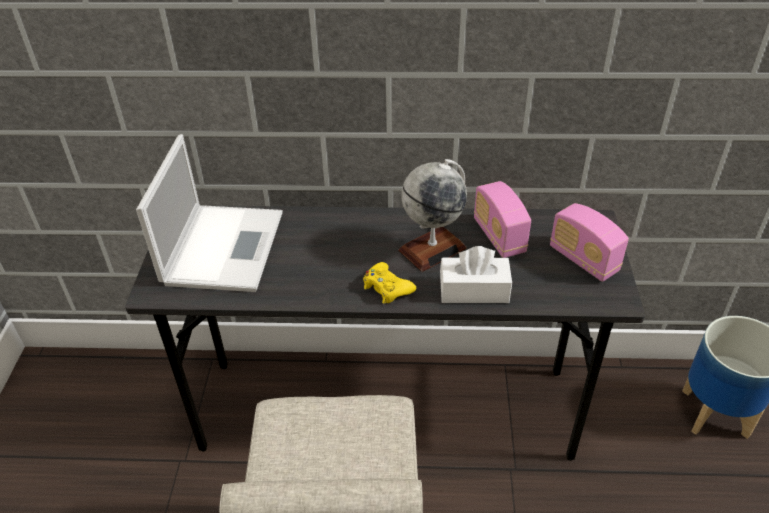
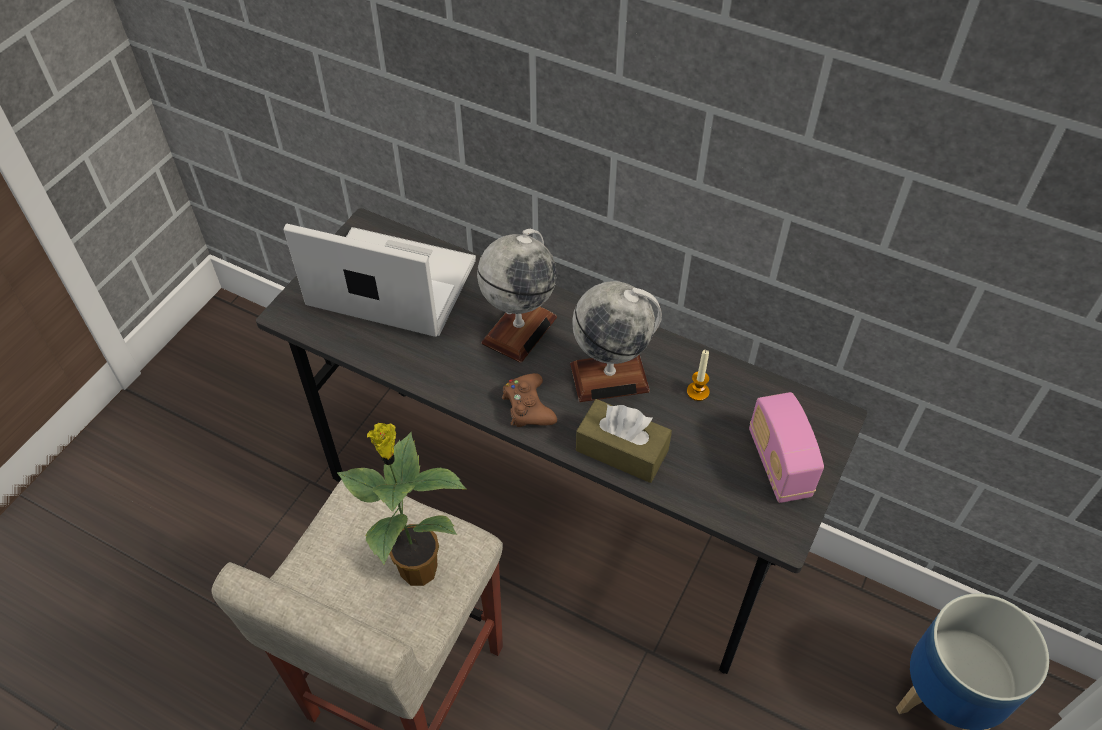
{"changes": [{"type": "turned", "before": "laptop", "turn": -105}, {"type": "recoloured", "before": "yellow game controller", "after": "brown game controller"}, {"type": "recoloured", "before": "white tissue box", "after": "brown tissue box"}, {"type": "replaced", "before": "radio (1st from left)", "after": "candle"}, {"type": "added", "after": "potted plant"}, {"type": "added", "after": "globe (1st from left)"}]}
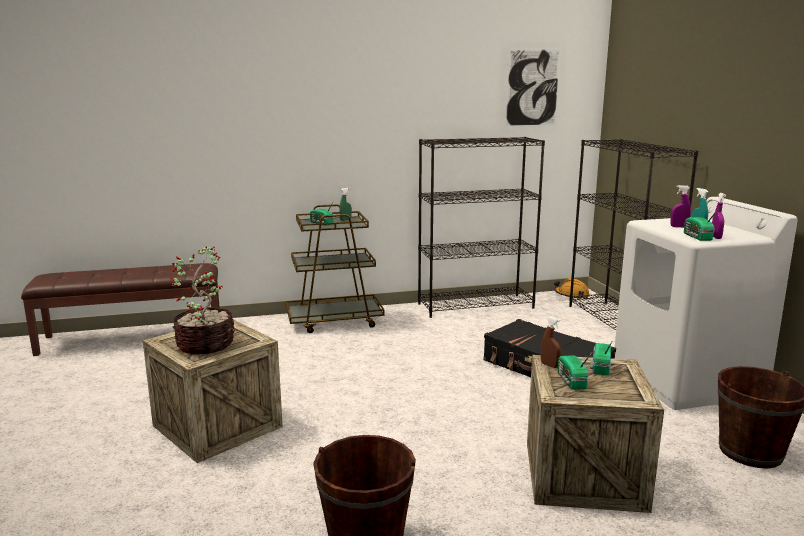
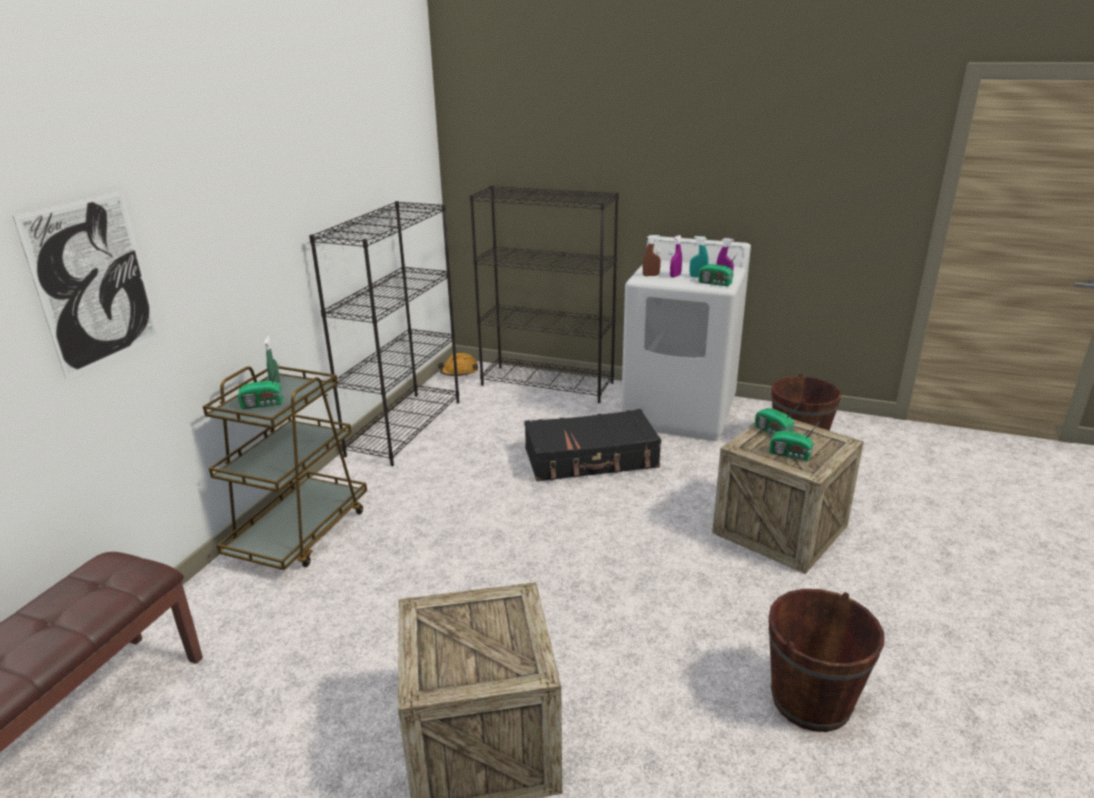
{"changes": [{"type": "removed", "before": "potted plant"}, {"type": "moved", "before": "picture"}, {"type": "moved", "before": "brown spray bottle"}]}
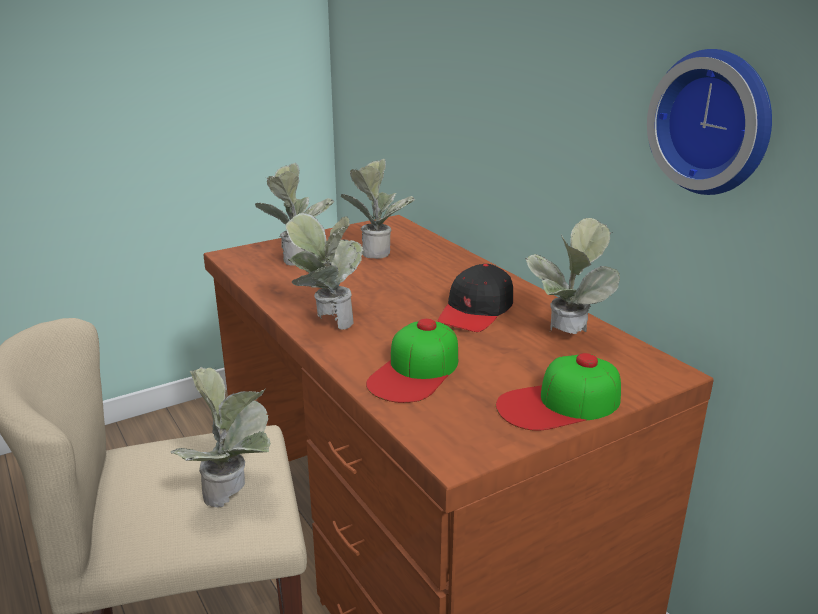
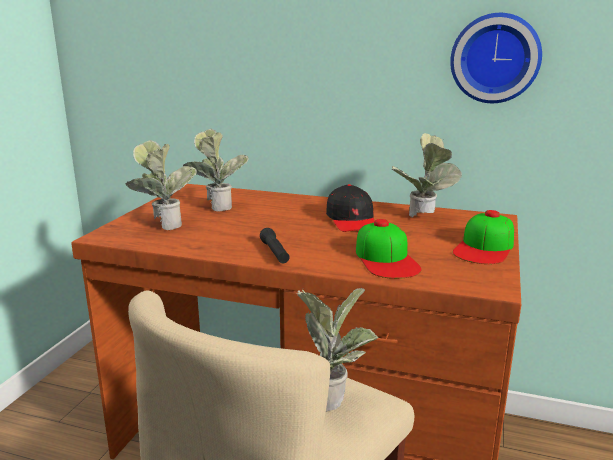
{"changes": [{"type": "replaced", "before": "potted plant (3rd from left)", "after": "black flashlight"}]}
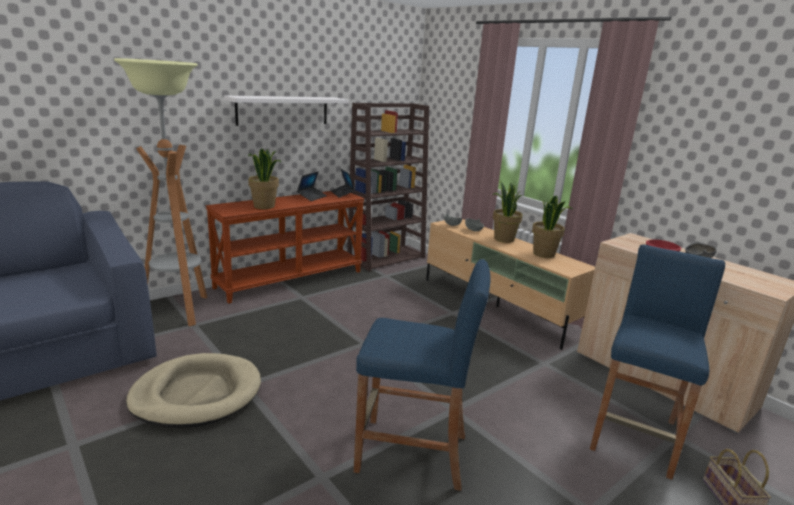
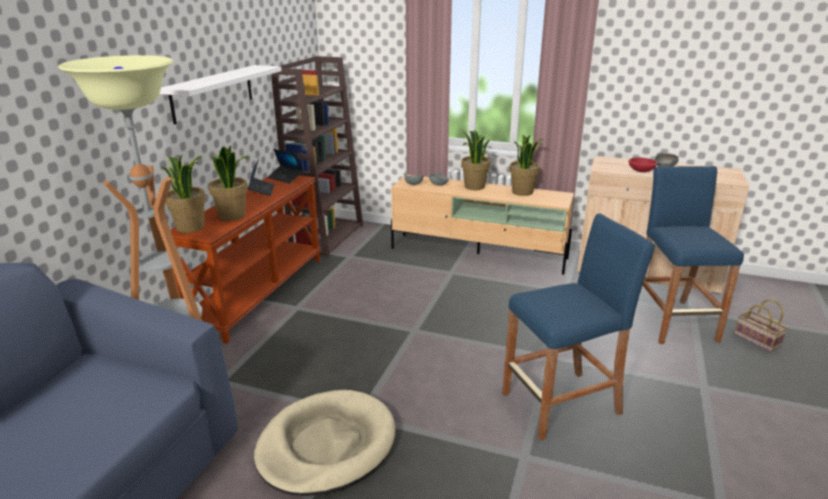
{"changes": [{"type": "added", "after": "potted plant (1st from left)"}]}
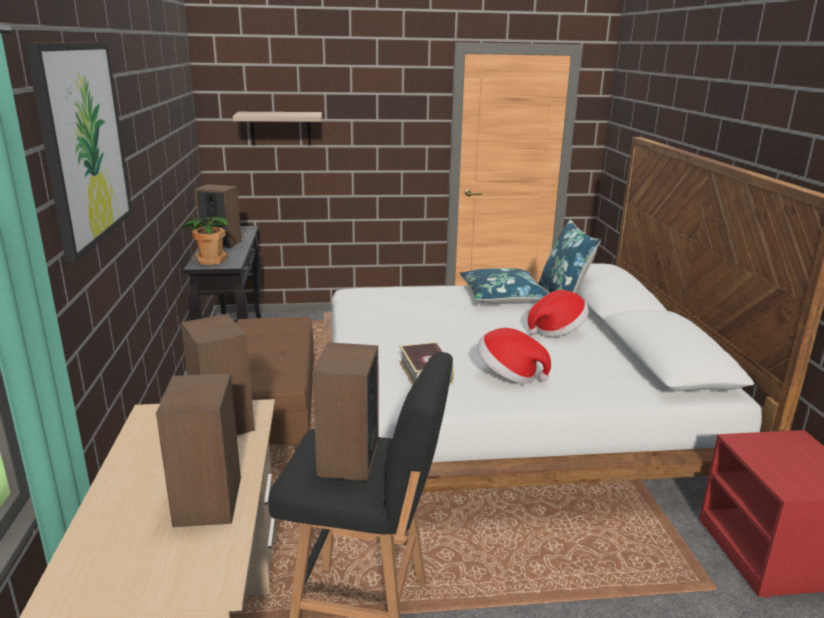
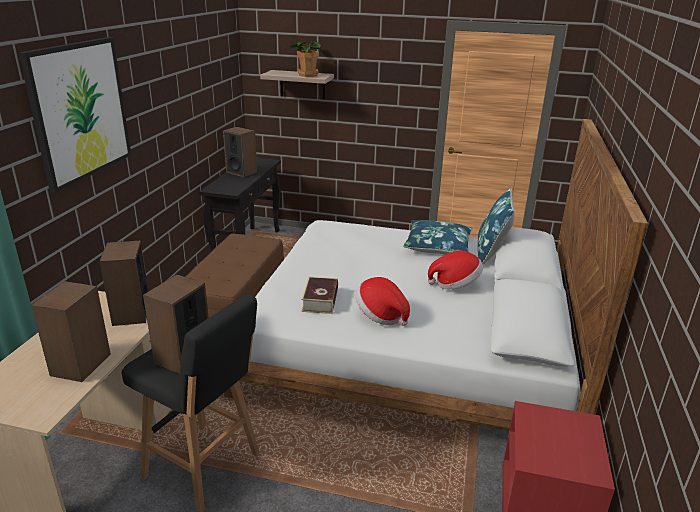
{"changes": [{"type": "moved", "before": "potted plant"}]}
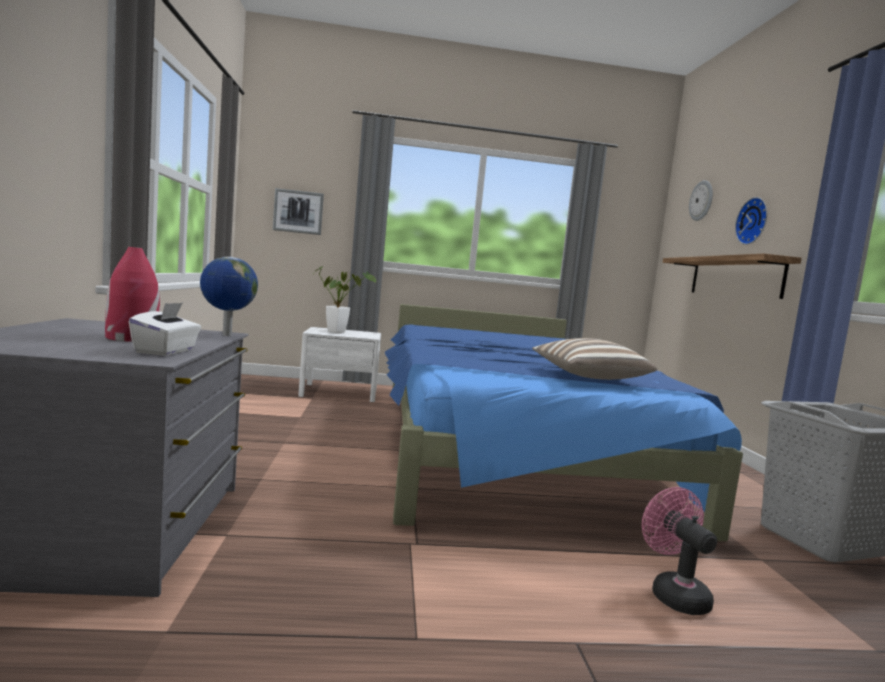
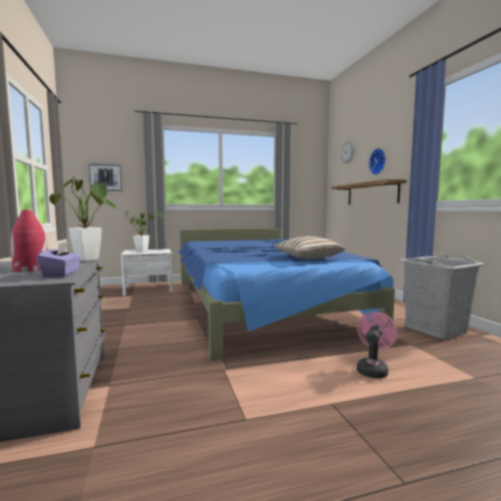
{"changes": [{"type": "recoloured", "before": "white tissue box", "after": "purple tissue box"}, {"type": "replaced", "before": "globe", "after": "potted plant (1st from left)"}, {"type": "turned", "before": "pink fan", "turn": 60}]}
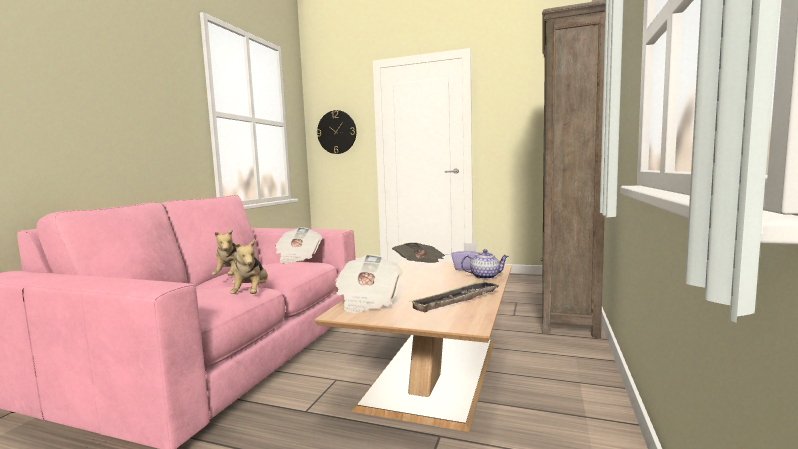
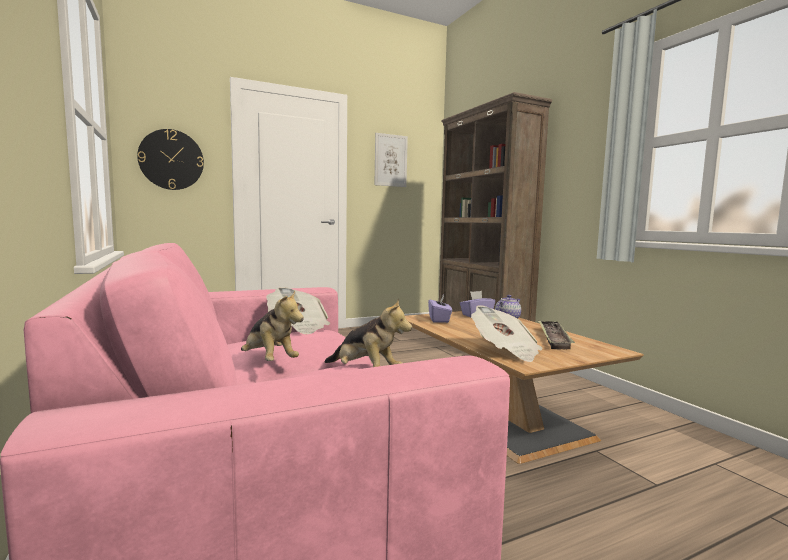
{"changes": [{"type": "replaced", "before": "newspaper (3rd from left)", "after": "purple tissue box (1st from left)"}, {"type": "added", "after": "picture"}]}
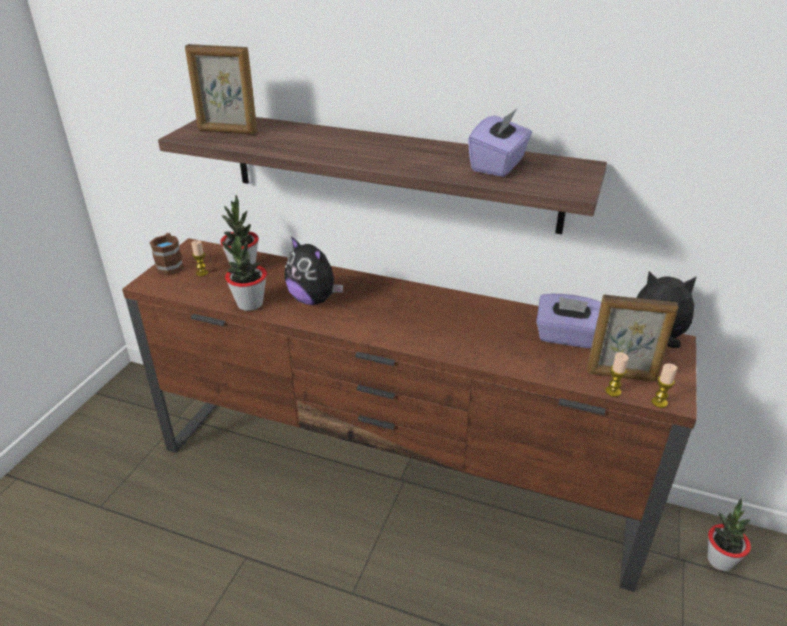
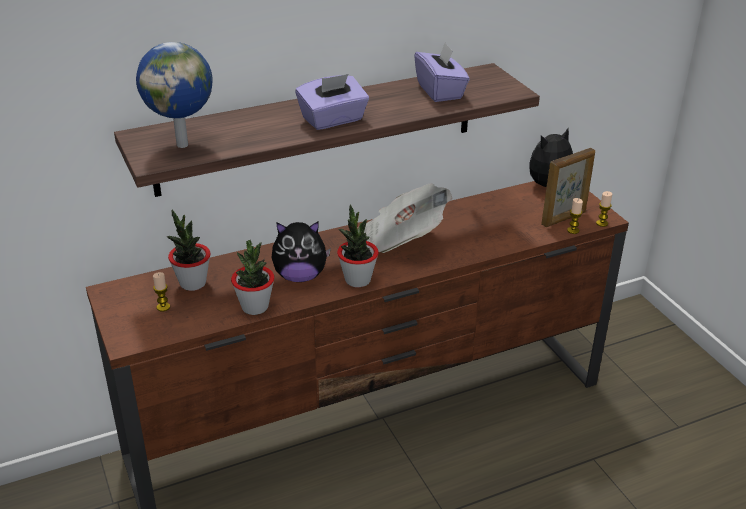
{"changes": [{"type": "removed", "before": "brown mug"}, {"type": "replaced", "before": "picture frame (1st from left)", "after": "globe"}, {"type": "moved", "before": "purple tissue box (2nd from left in the first image)", "after": "purple tissue box (1st from left)"}, {"type": "moved", "before": "potted plant (3rd from left)"}, {"type": "added", "after": "newspaper"}]}
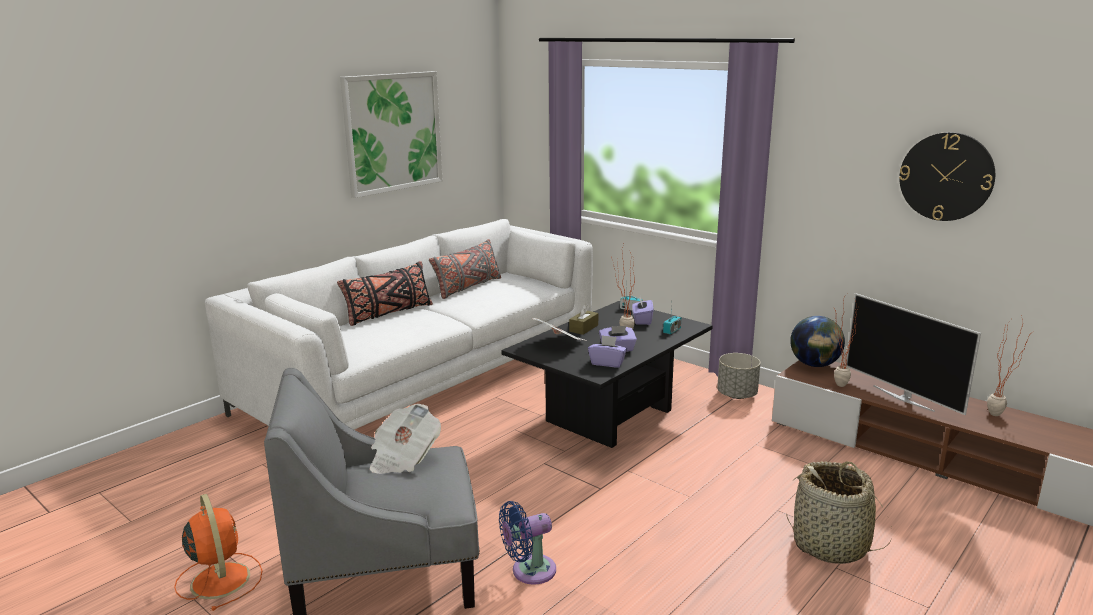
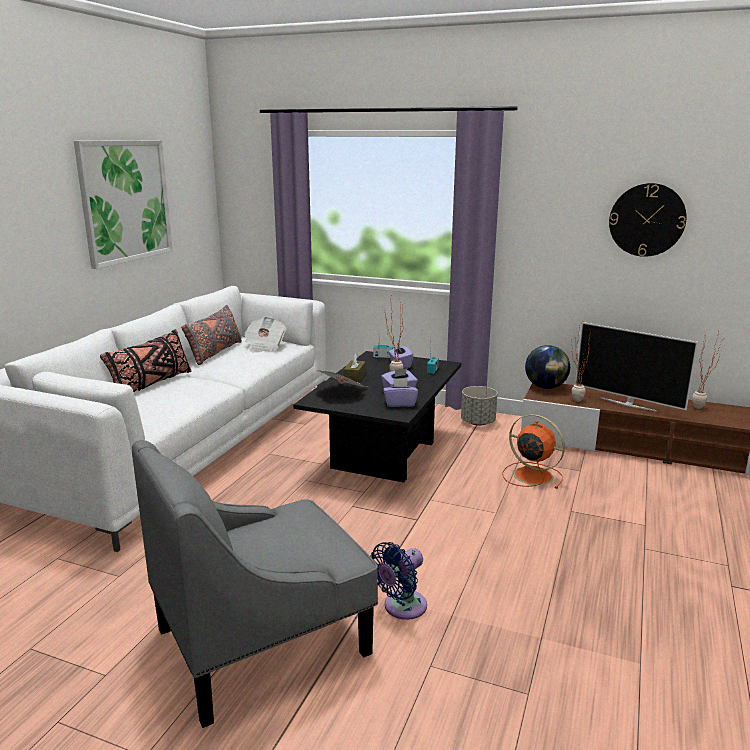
{"changes": [{"type": "moved", "before": "orange fan"}, {"type": "moved", "before": "newspaper (1st from left)"}, {"type": "removed", "before": "basket"}]}
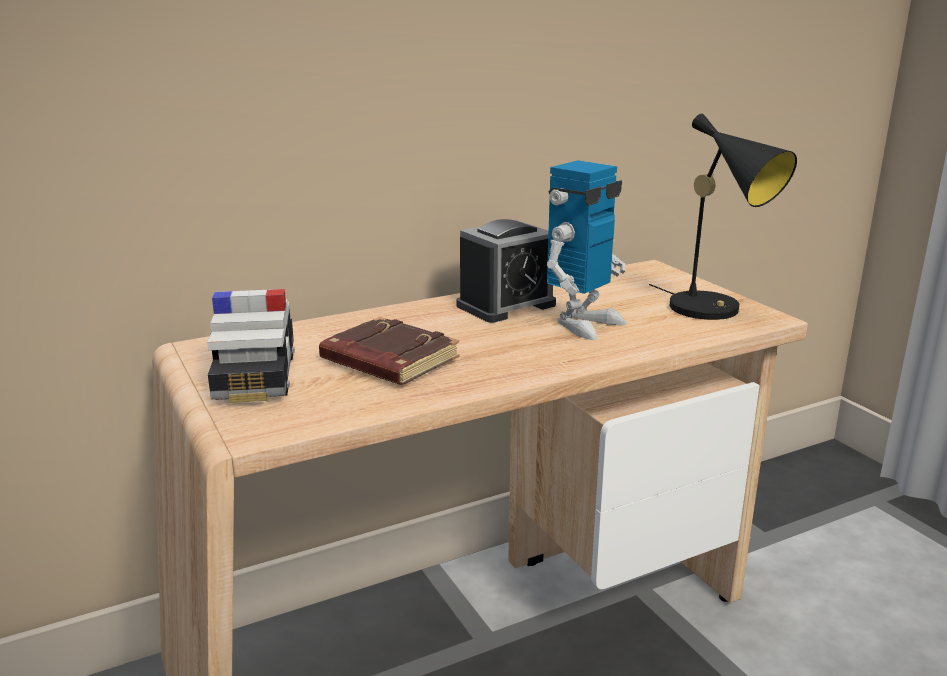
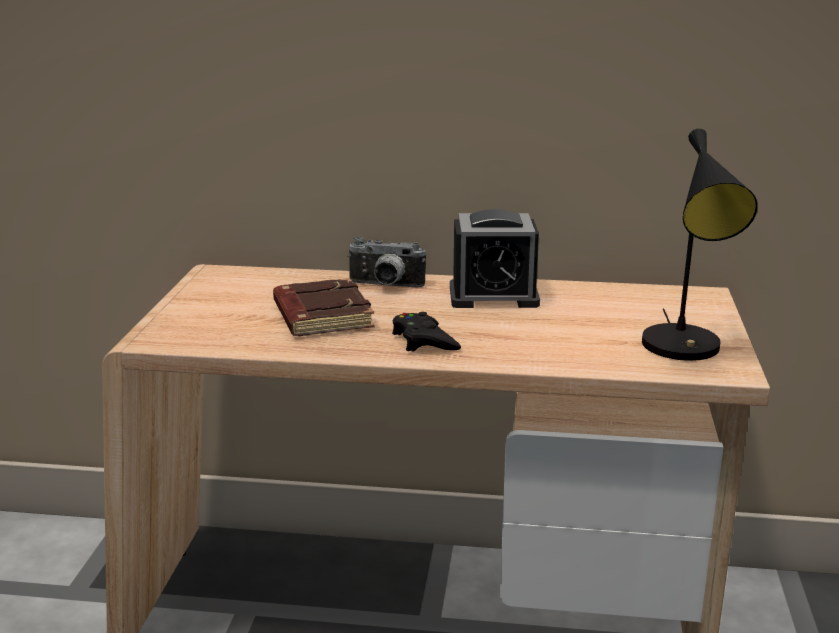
{"changes": [{"type": "removed", "before": "toy car"}, {"type": "removed", "before": "toy robot"}, {"type": "added", "after": "photo camera"}, {"type": "added", "after": "black game controller"}]}
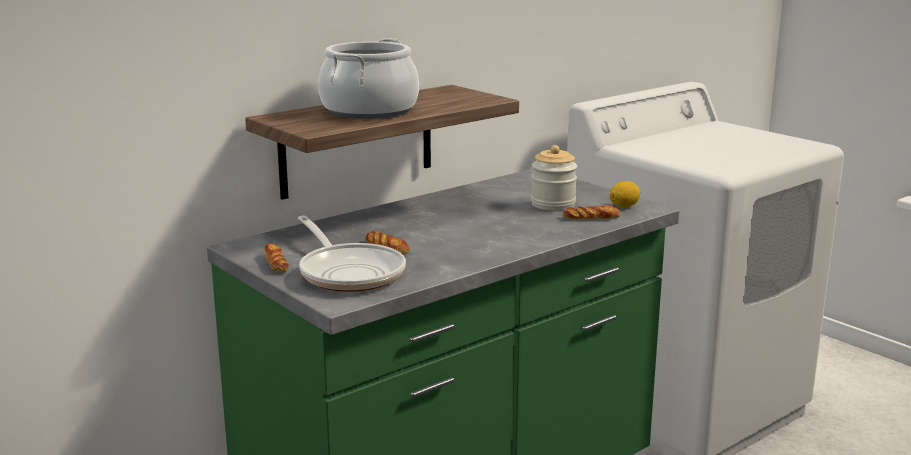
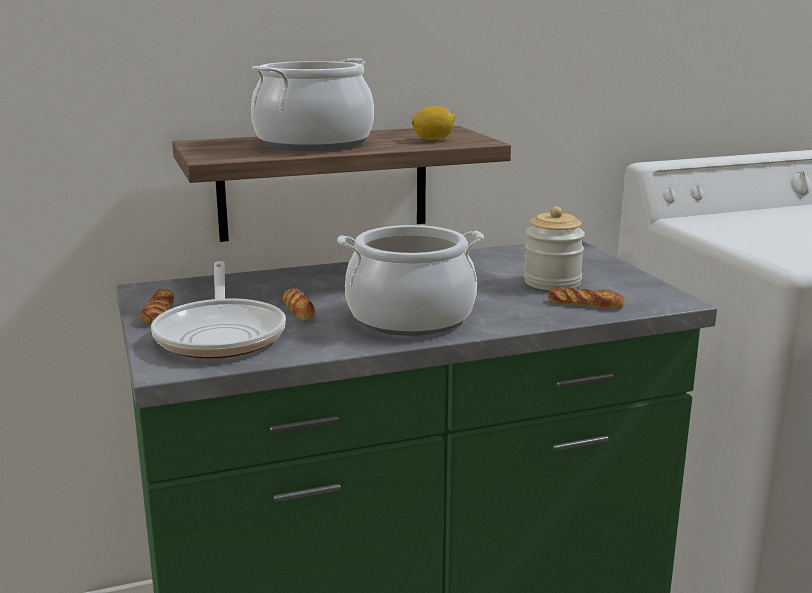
{"changes": [{"type": "moved", "before": "lemon"}, {"type": "added", "after": "cooking pot (2nd from left)"}]}
